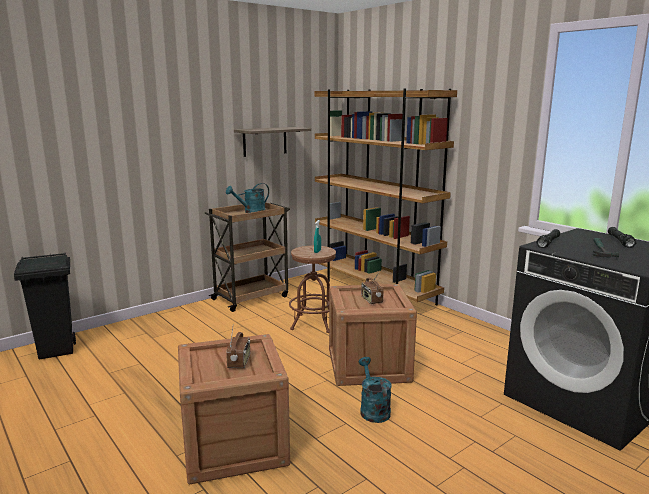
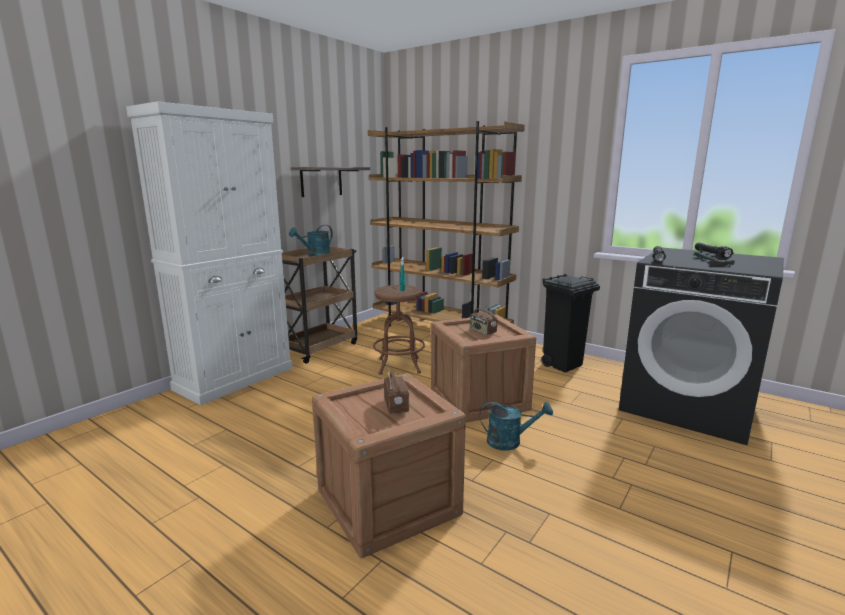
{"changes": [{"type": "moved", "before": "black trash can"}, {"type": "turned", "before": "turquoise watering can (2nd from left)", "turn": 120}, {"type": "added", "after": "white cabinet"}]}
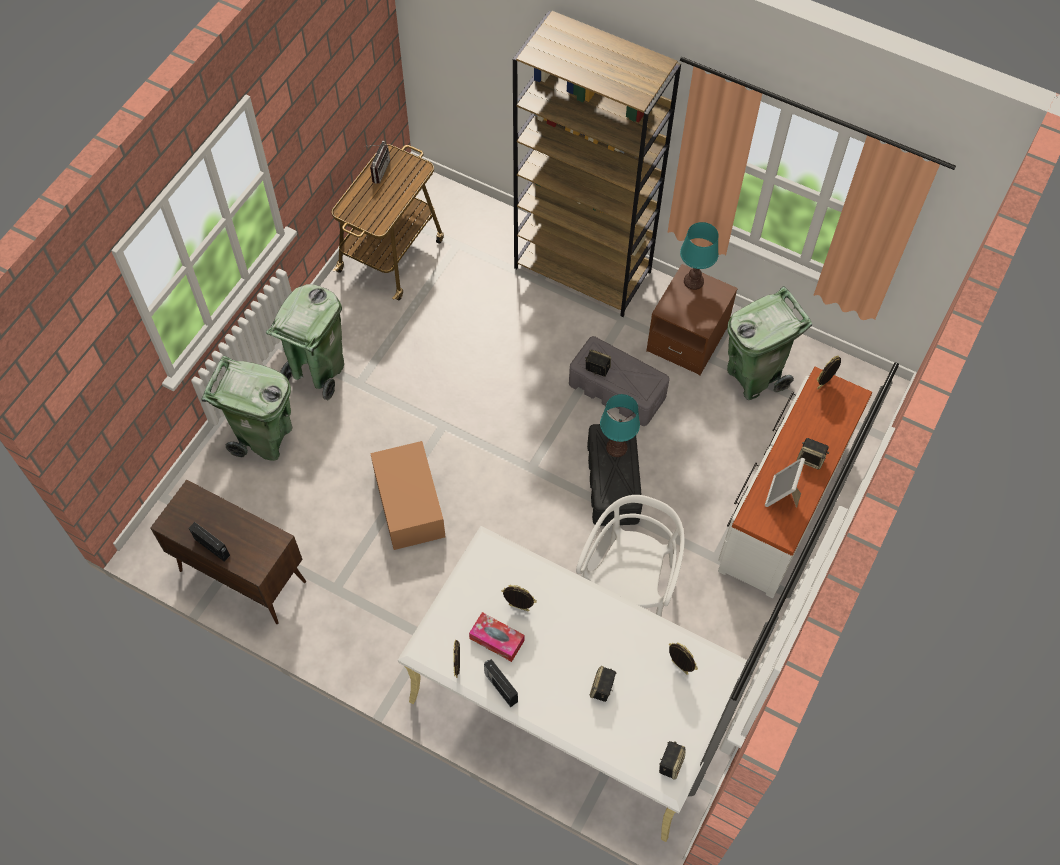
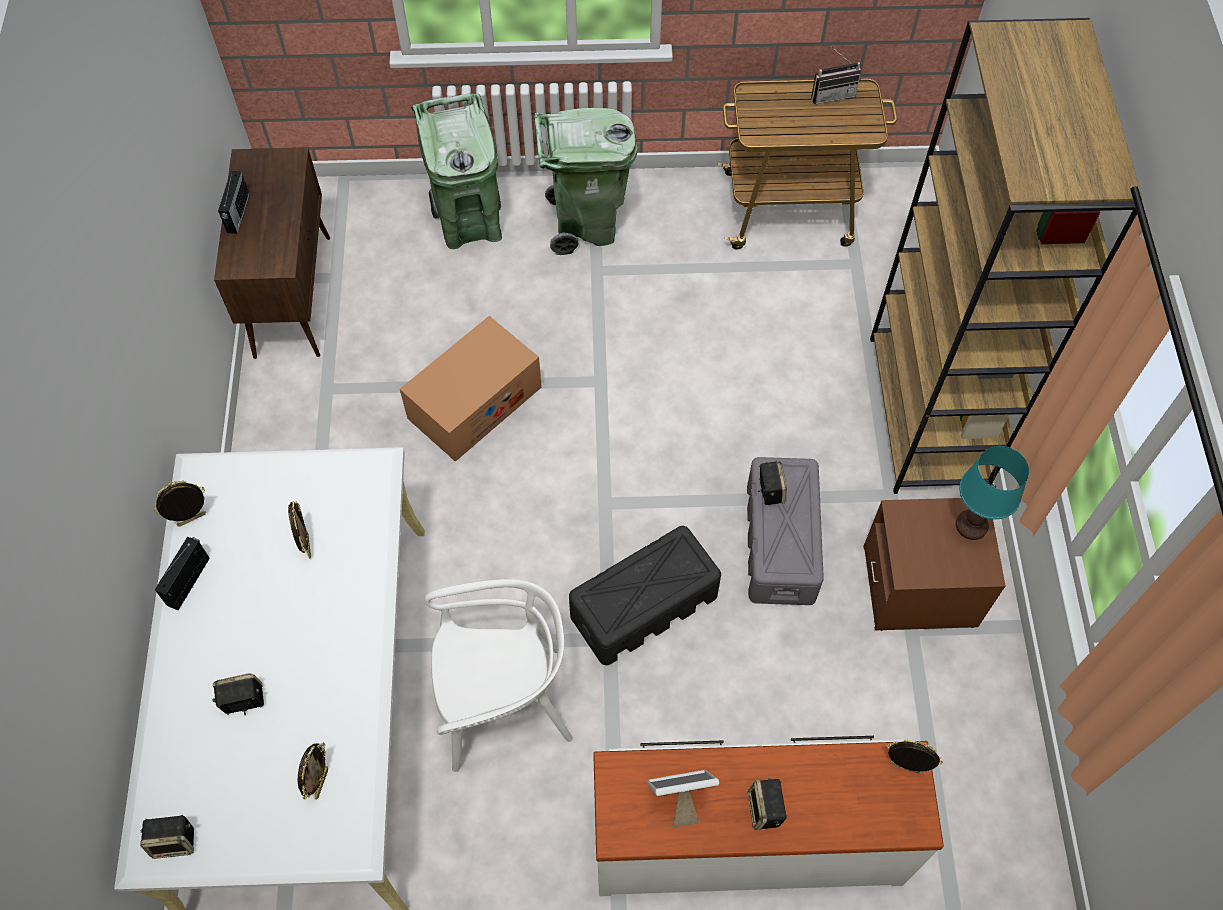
{"changes": [{"type": "removed", "before": "tissue box"}, {"type": "removed", "before": "turquoise table lamp (1st from left)"}, {"type": "removed", "before": "green trash can (3rd from left)"}]}
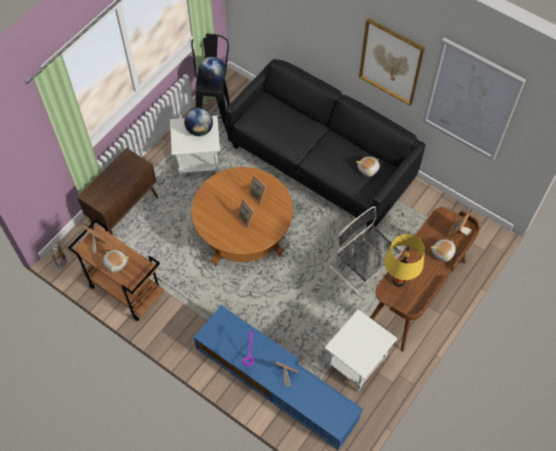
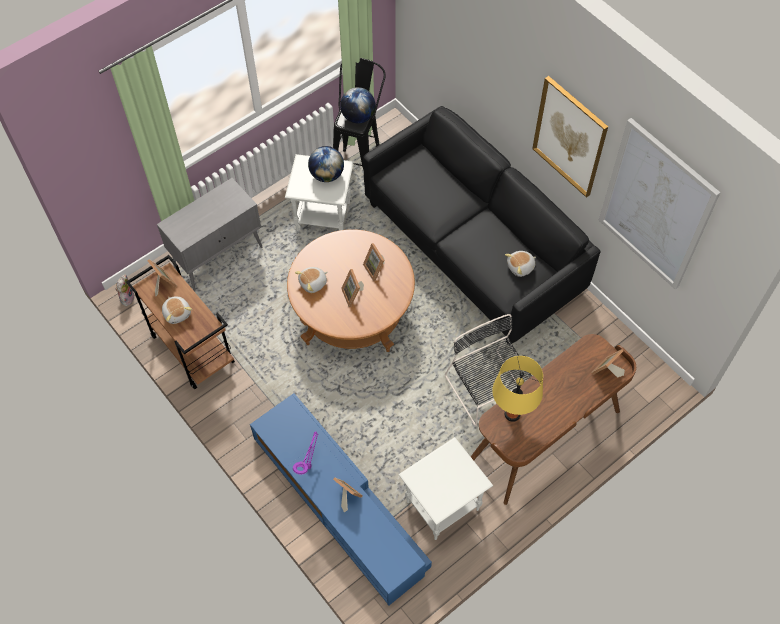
{"changes": [{"type": "recoloured", "before": "brown cabinet", "after": "grey cabinet"}, {"type": "moved", "before": "plush toy (4th from left in the first image)", "after": "plush toy (3rd from left)"}]}
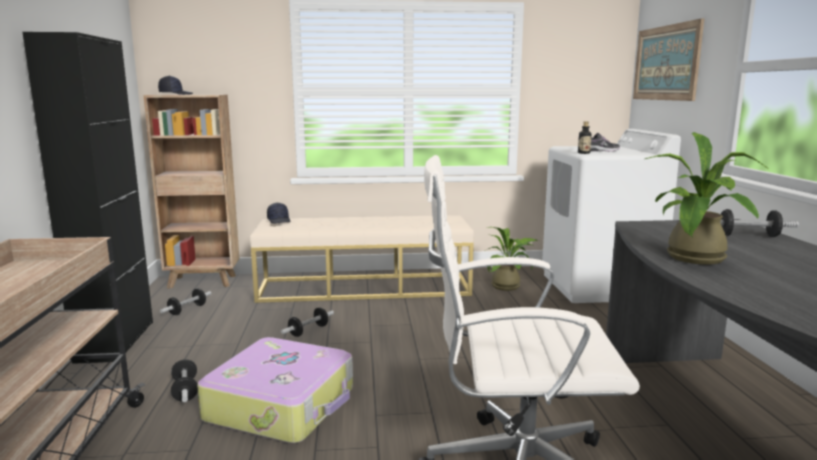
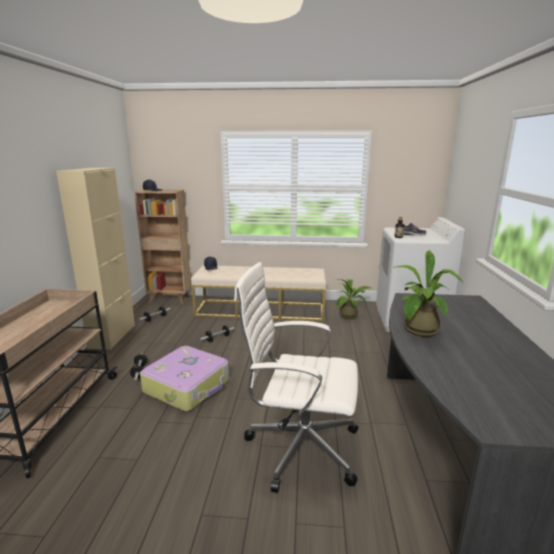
{"changes": [{"type": "recoloured", "before": "black cabinet", "after": "beige cabinet"}, {"type": "removed", "before": "picture"}, {"type": "removed", "before": "dumbbell (4th from left)"}]}
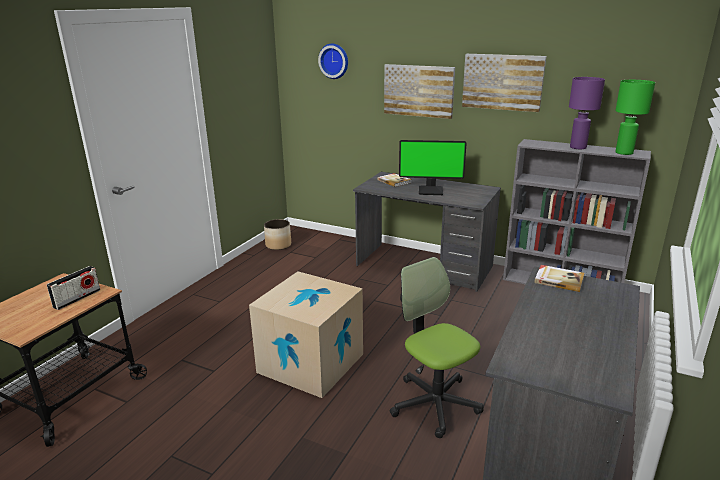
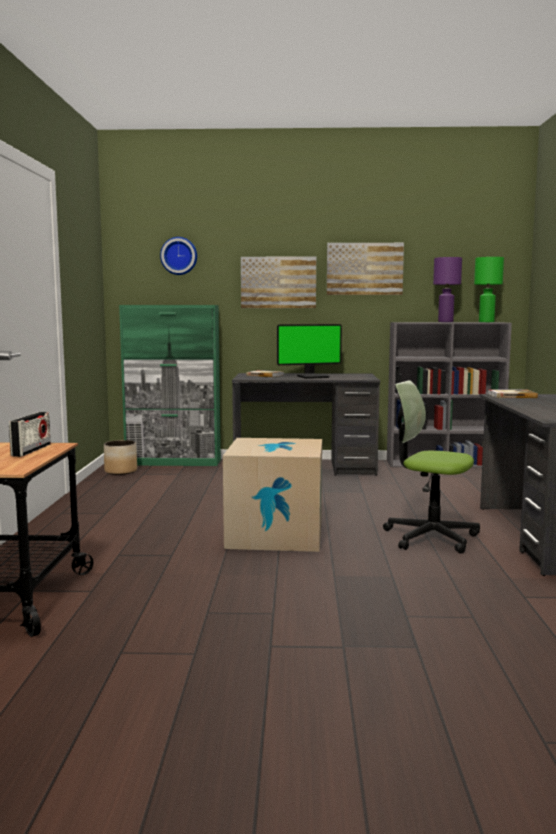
{"changes": [{"type": "added", "after": "green cabinet"}]}
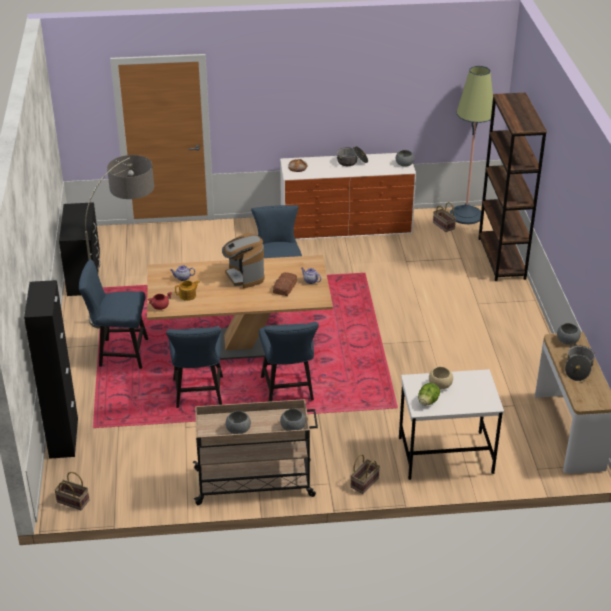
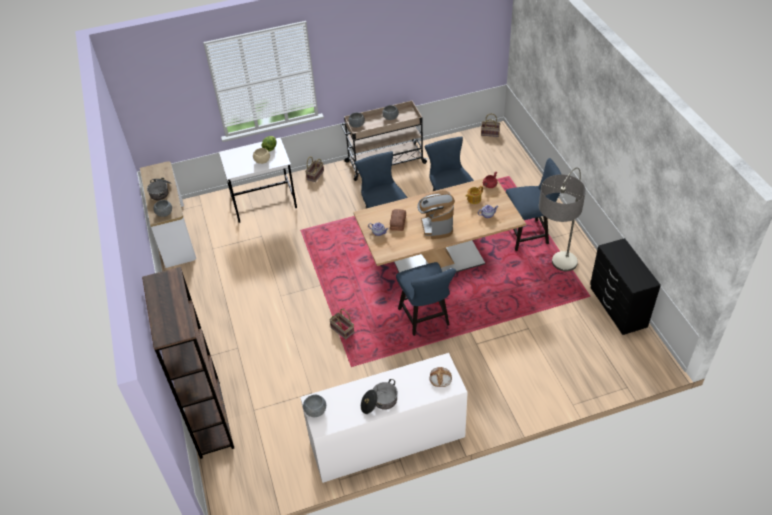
{"changes": [{"type": "removed", "before": "black cabinet"}, {"type": "turned", "before": "coffee machine", "turn": -150}, {"type": "moved", "before": "basket (3rd from left in the first image)", "after": "basket (2nd from left)"}, {"type": "removed", "before": "floor lamp (2nd from left)"}]}
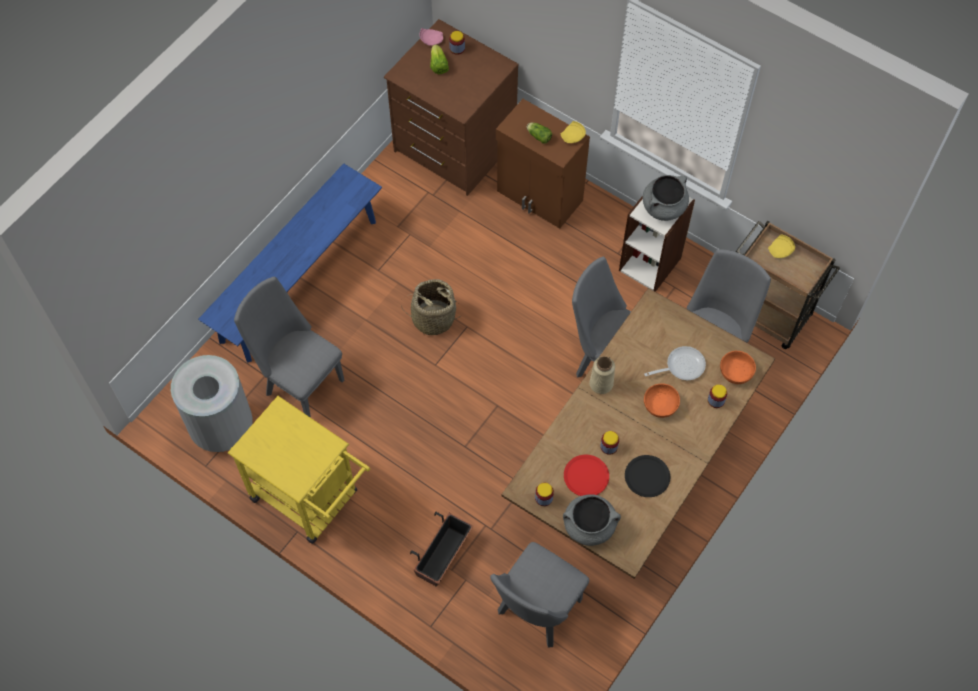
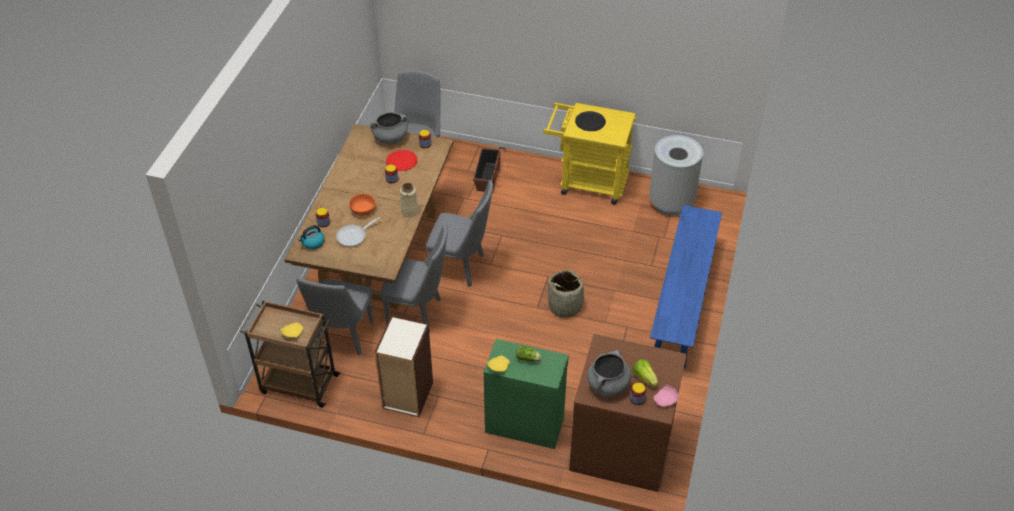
{"changes": [{"type": "moved", "before": "grey chair (1st from left in the first image)", "after": "grey chair (4th from left)"}, {"type": "recoloured", "before": "brown cabinet", "after": "green cabinet"}, {"type": "moved", "before": "black plate"}, {"type": "moved", "before": "grey cooking pot (2nd from left)"}, {"type": "replaced", "before": "orange bowl (2nd from left)", "after": "kettle"}]}
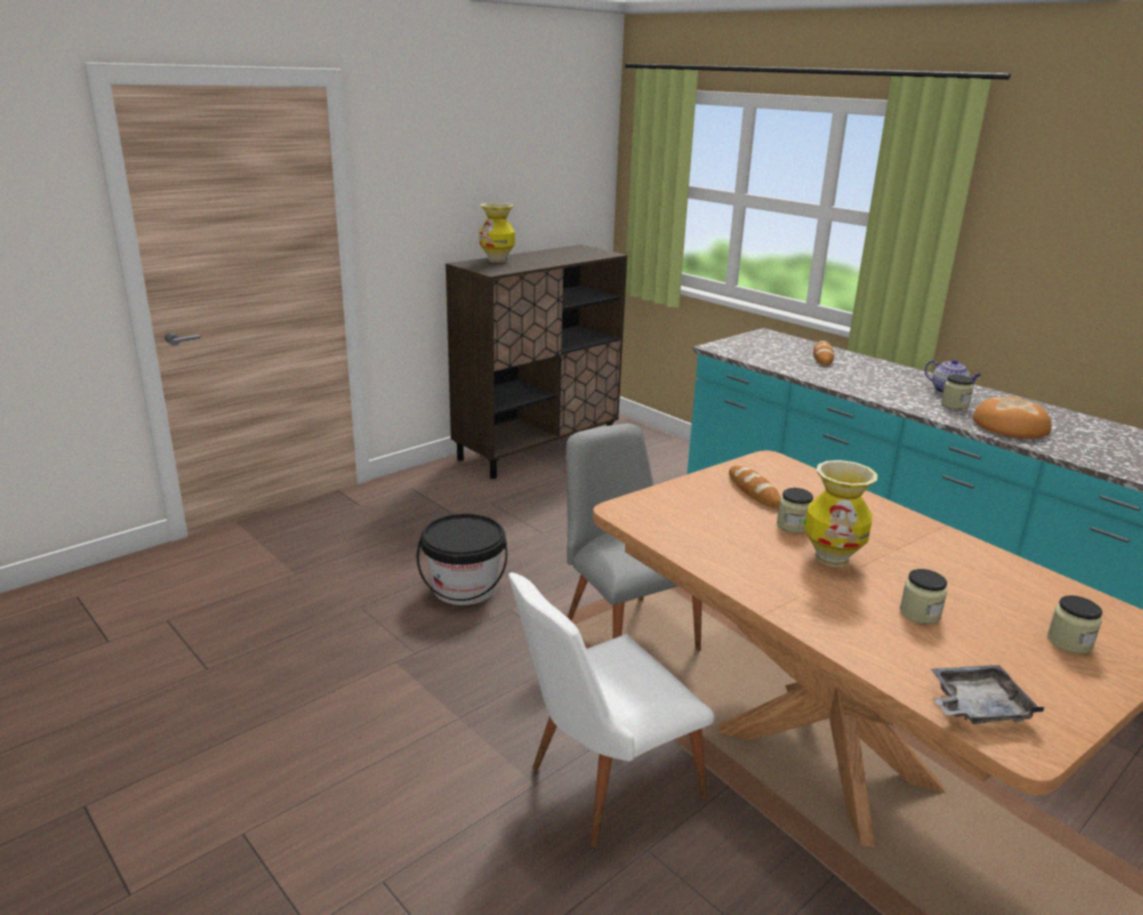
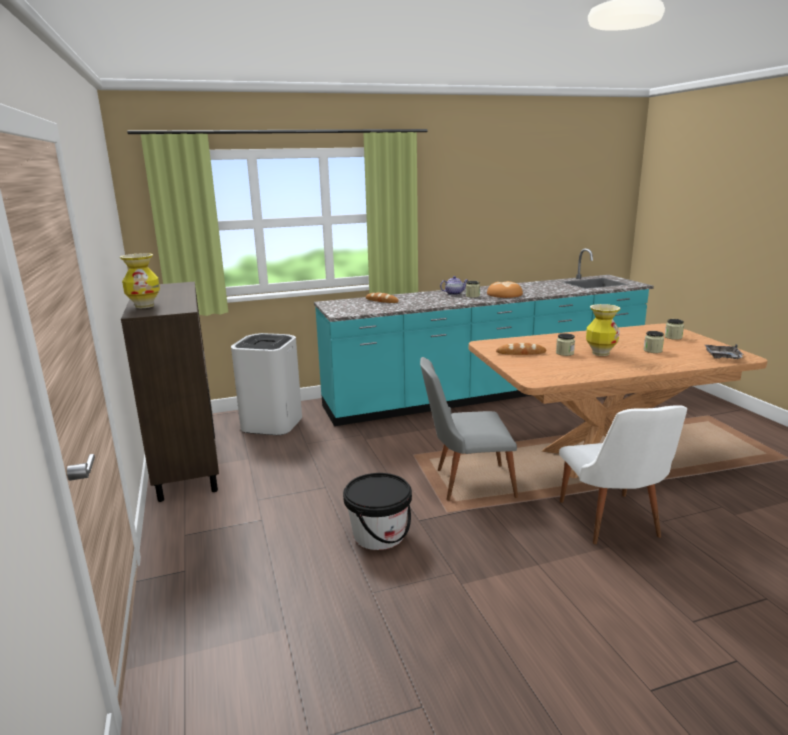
{"changes": [{"type": "added", "after": "white trash can"}]}
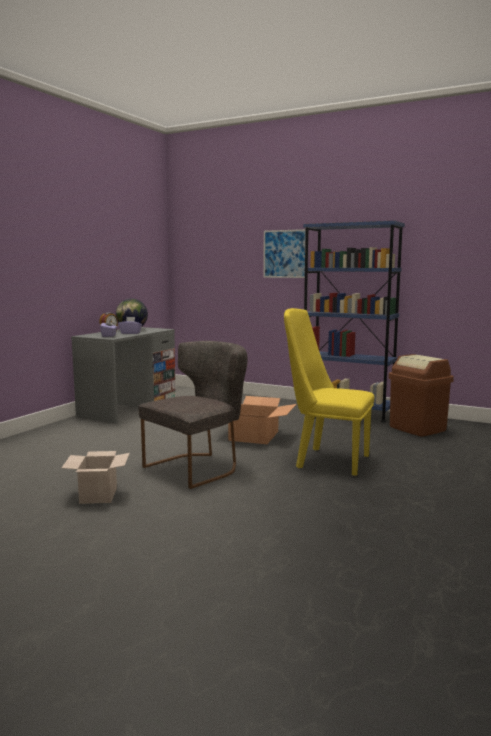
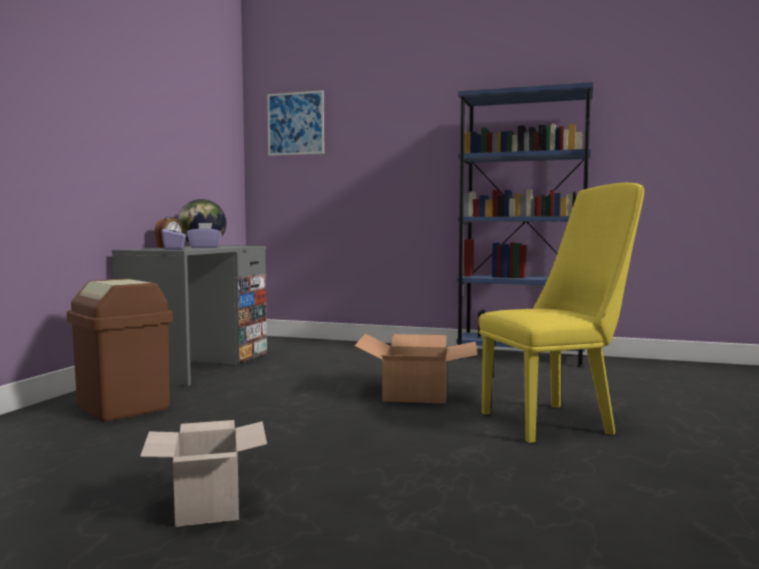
{"changes": [{"type": "removed", "before": "grey chair"}, {"type": "moved", "before": "picture"}, {"type": "turned", "before": "yellow chair", "turn": 150}, {"type": "moved", "before": "brown trash can"}]}
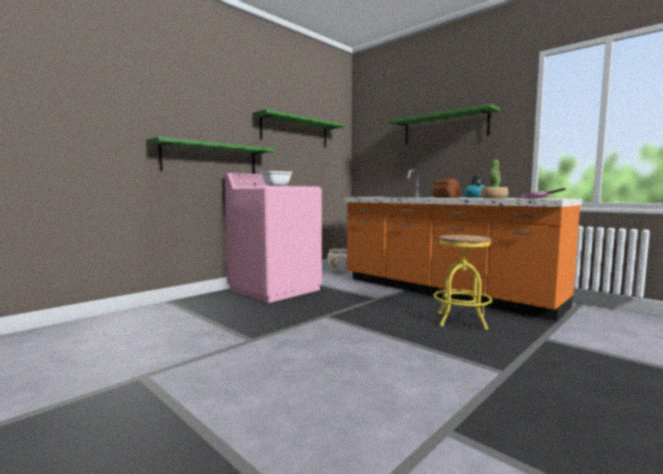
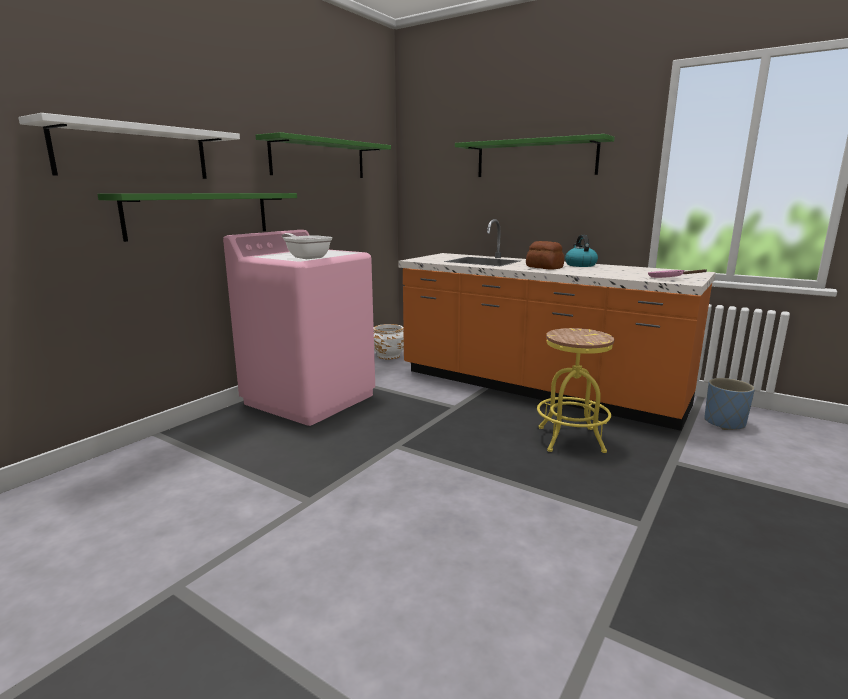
{"changes": [{"type": "removed", "before": "potted plant"}, {"type": "added", "after": "white shelf"}, {"type": "added", "after": "blue planter"}]}
